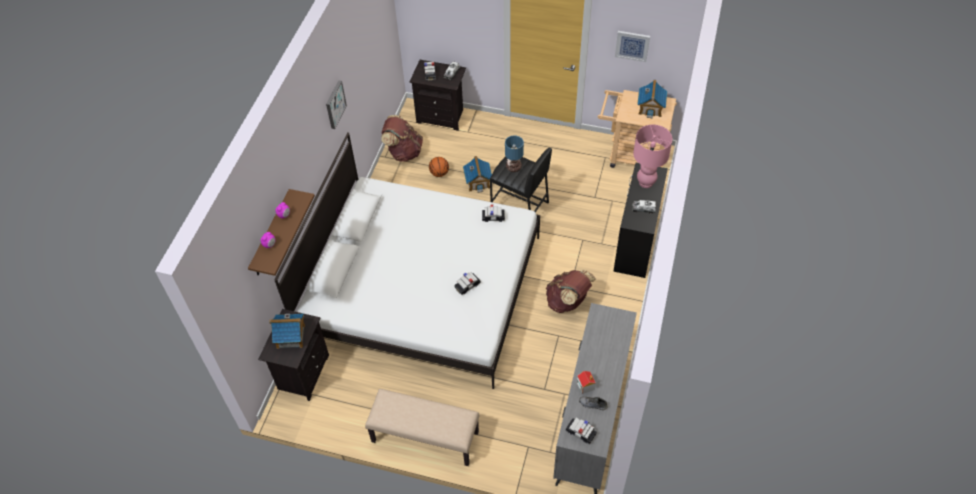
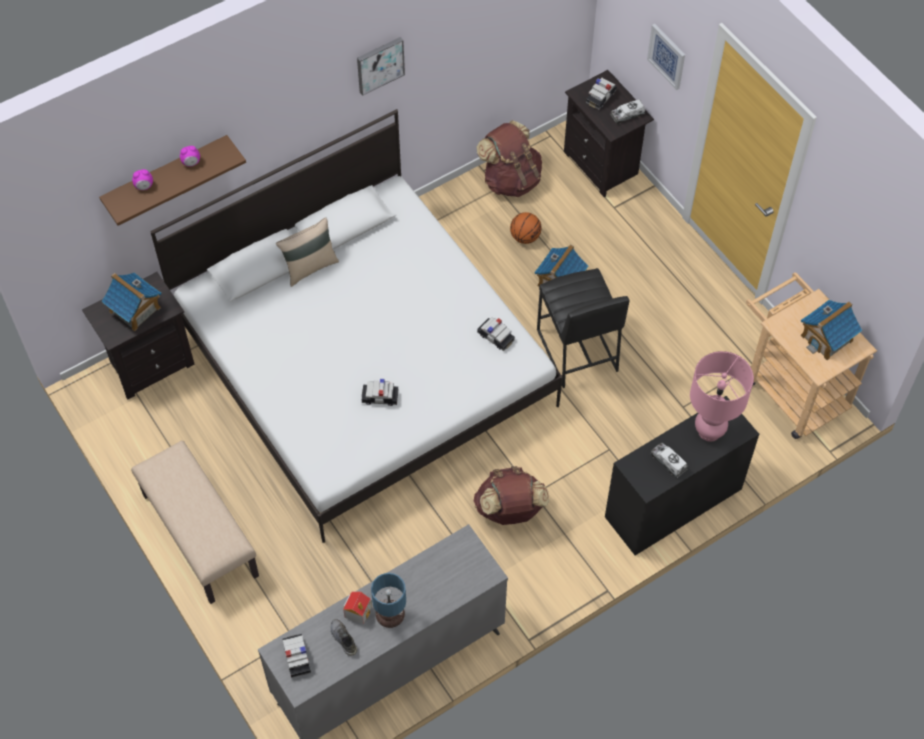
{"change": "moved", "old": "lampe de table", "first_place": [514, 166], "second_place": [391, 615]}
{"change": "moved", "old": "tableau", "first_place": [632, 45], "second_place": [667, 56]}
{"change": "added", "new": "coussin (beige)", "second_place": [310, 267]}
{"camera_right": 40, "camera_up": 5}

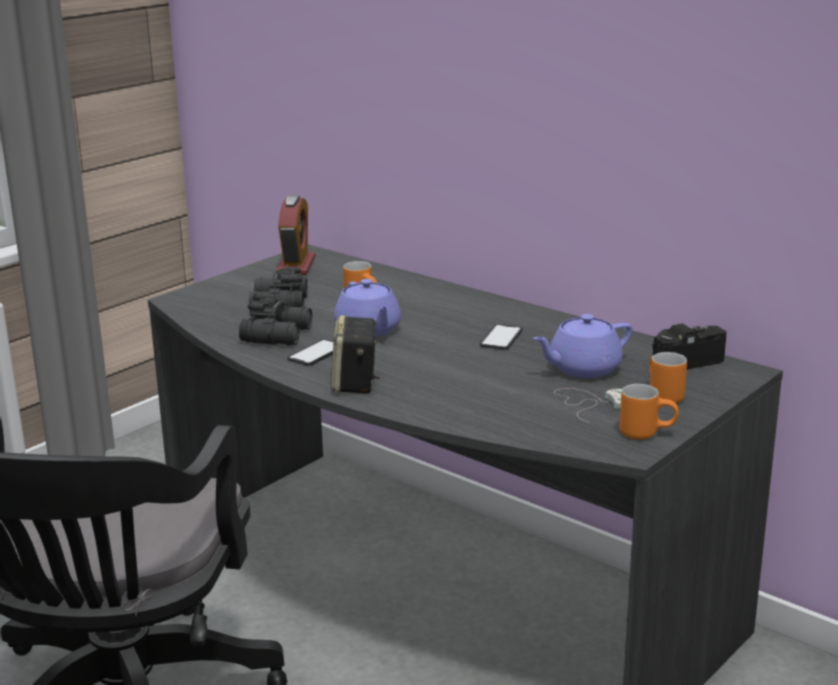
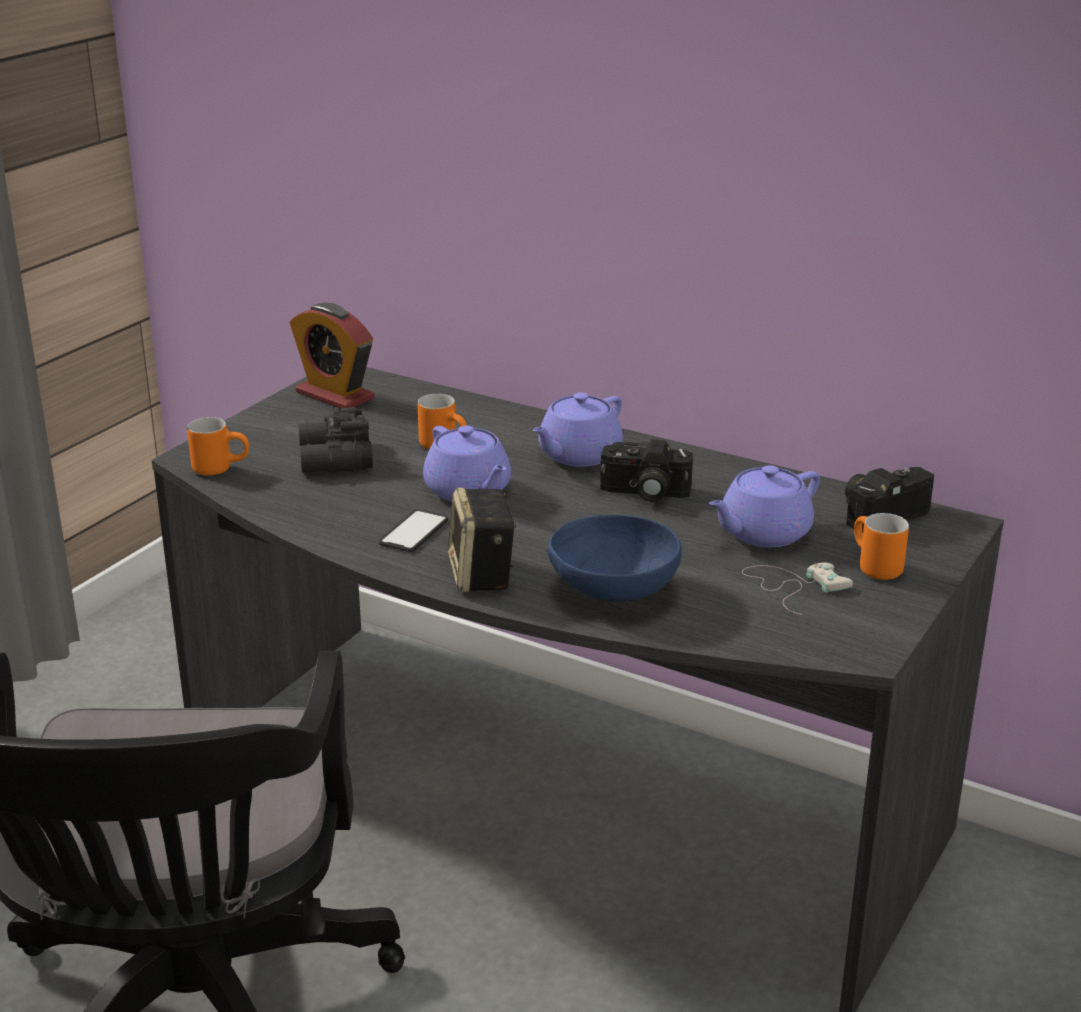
{"change": "removed", "old": "jumelles (noir)", "first_place": [279, 334]}
{"change": "turned", "old": "réveil", "first_place": [296, 266], "second_place": [335, 395], "degrees": 135}
{"change": "replaced", "old": "téléphone", "new": "appareil photo", "first_place": [501, 338], "second_place": [644, 493]}
{"change": "moved", "old": "mug (orange)", "first_place": [647, 433], "second_place": [221, 468]}
{"change": "added", "new": "théière (violet)", "second_place": [578, 455]}
{"change": "added", "new": "bol (bleu)", "second_place": [613, 592]}
{"camera_right": -10, "camera_up": 5}

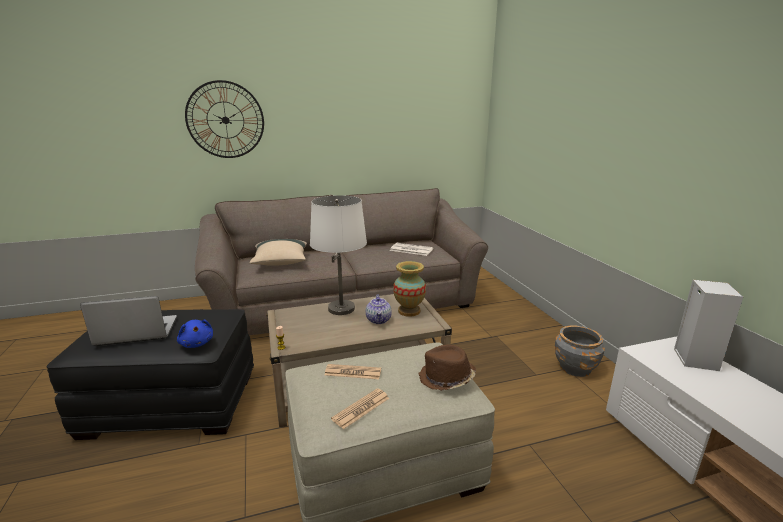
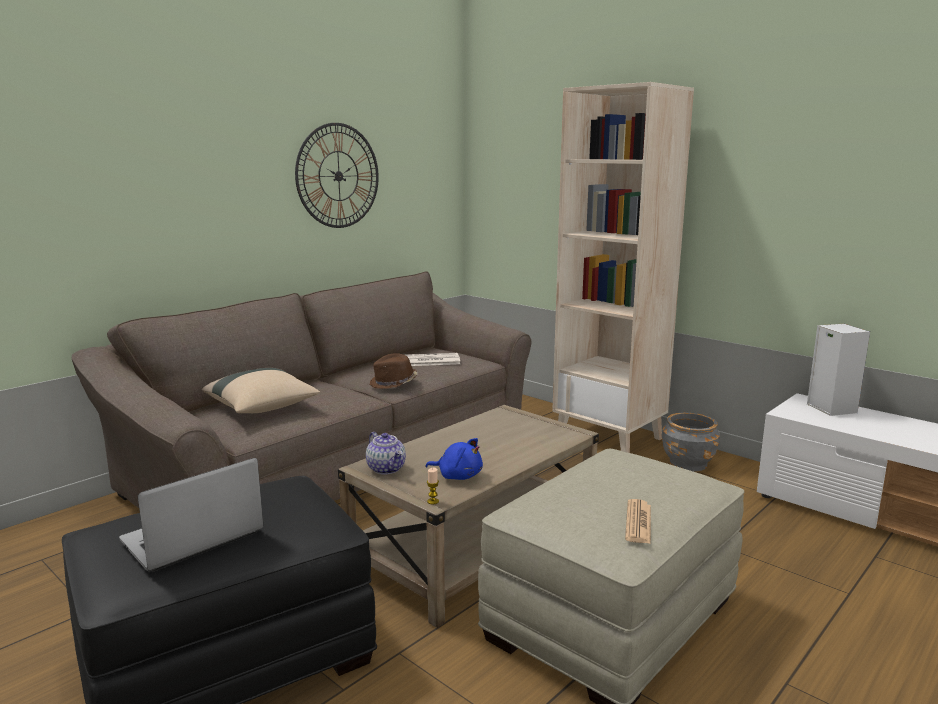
{"change": "moved", "old": "peluche (bleu)", "first_place": [197, 343], "second_place": [458, 476]}
{"change": "moved", "old": "horloge murale", "first_place": [225, 120], "second_place": [338, 176]}
{"change": "removed", "old": "lampe de table (blanc)", "first_place": [341, 309]}
{"change": "removed", "old": "journal", "first_place": [353, 372]}
{"change": "moved", "old": "théière", "first_place": [379, 320], "second_place": [387, 469]}
{"change": "removed", "old": "vase", "first_place": [409, 311]}
{"change": "moved", "old": "chapeau (marron)", "first_place": [446, 378], "second_place": [393, 383]}
{"change": "added", "new": "bibliothèque (beige)", "second_place": [609, 437]}
{"camera_right": -30, "camera_up": -5}

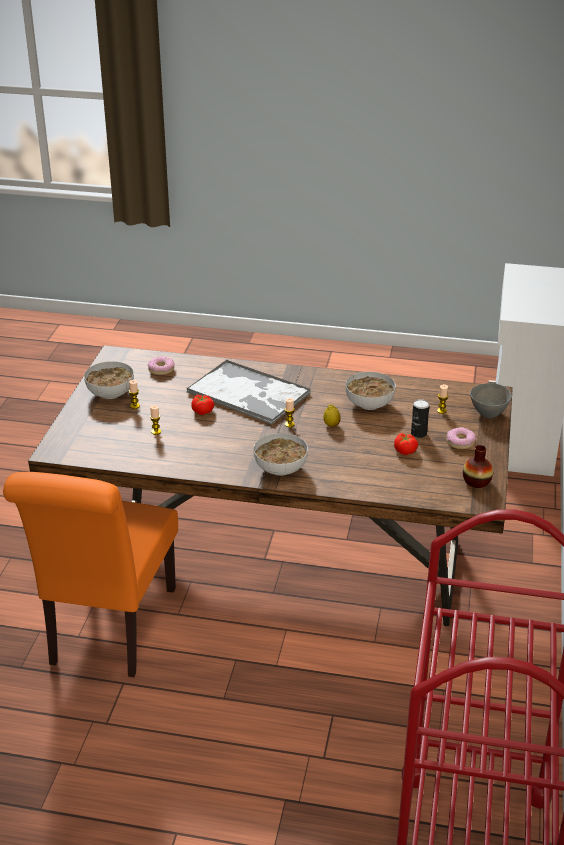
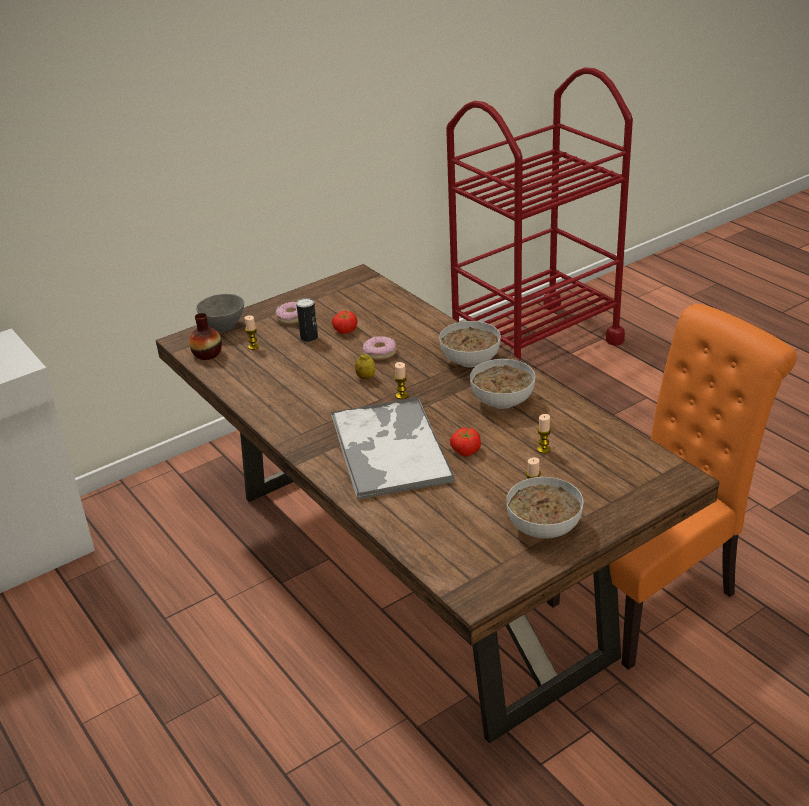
{"change": "moved", "old": "beignet", "first_place": [161, 369], "second_place": [380, 353]}
{"change": "moved", "old": "bol", "first_place": [369, 404], "second_place": [502, 401]}
{"change": "moved", "old": "vase", "first_place": [476, 482], "second_place": [207, 354]}
{"camera_right": -135, "camera_up": 0}

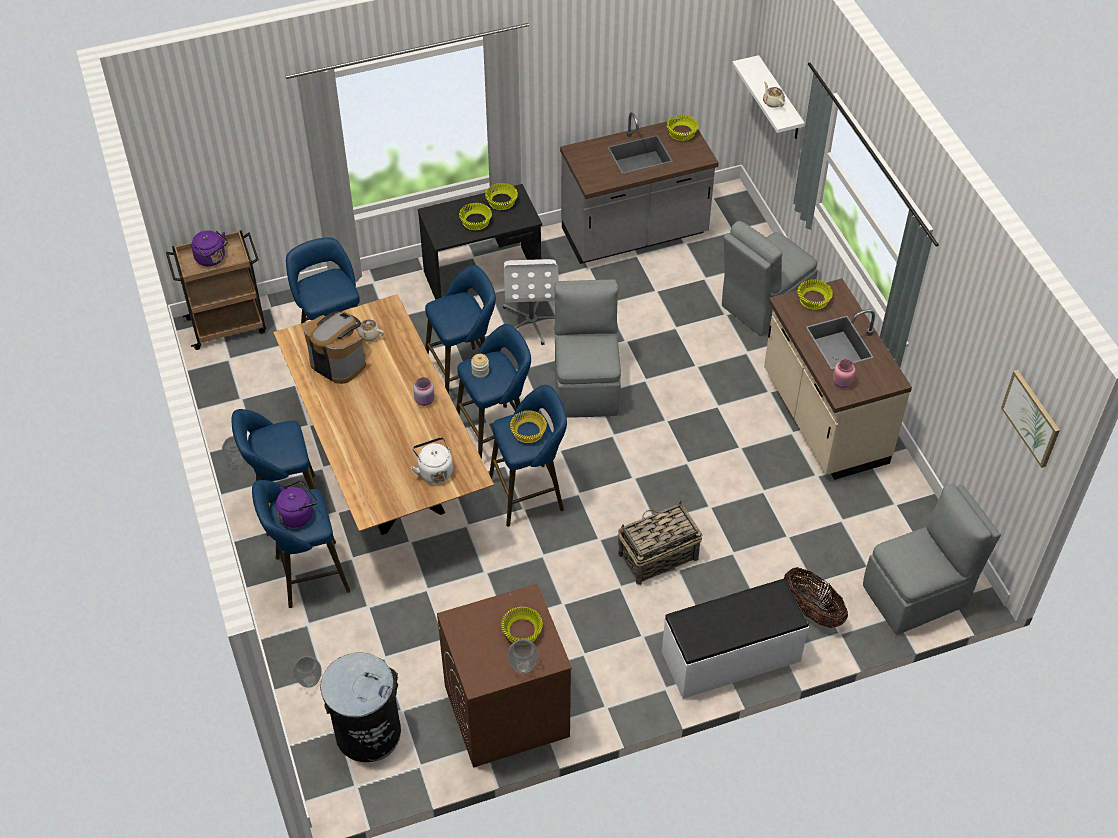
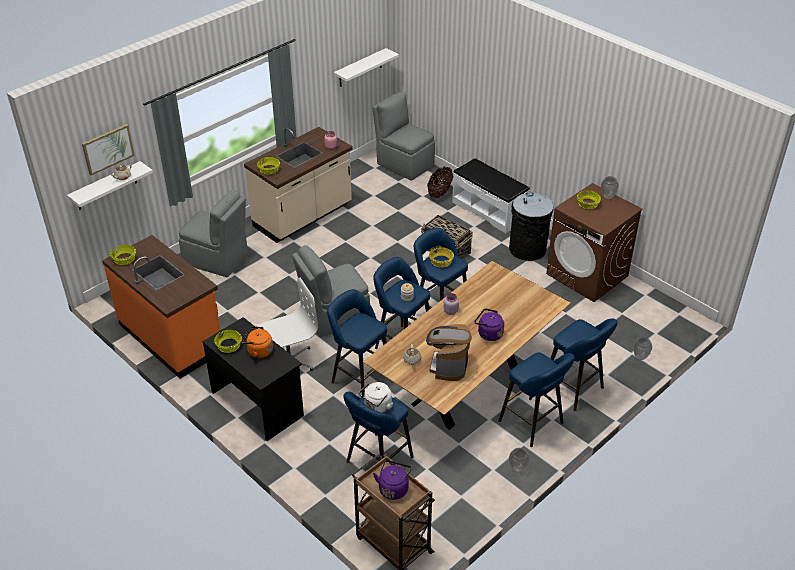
{"change": "moved", "old": "bouilloire (violet)", "first_place": [298, 514], "second_place": [488, 334]}
{"change": "moved", "old": "poubelle (noir)", "first_place": [367, 732], "second_place": [527, 249]}
{"change": "moved", "old": "bouilloire (blanc)", "first_place": [434, 470], "second_place": [377, 407]}
{"change": "replaced", "old": "bol (jaune)", "new": "bouilloire (orange)", "first_place": [476, 221], "second_place": [258, 351]}
{"change": "recoloured", "old": "comptoir de cuisine (gris)", "new": "comptoir de cuisine (orange)", "first_place": [635, 234], "second_place": [172, 337]}
{"change": "moved", "old": "tableau", "first_place": [1031, 418], "second_place": [108, 149]}
{"change": "added", "new": "étagère (blanc)", "second_place": [360, 68]}
{"camera_right": -115, "camera_up": -10}

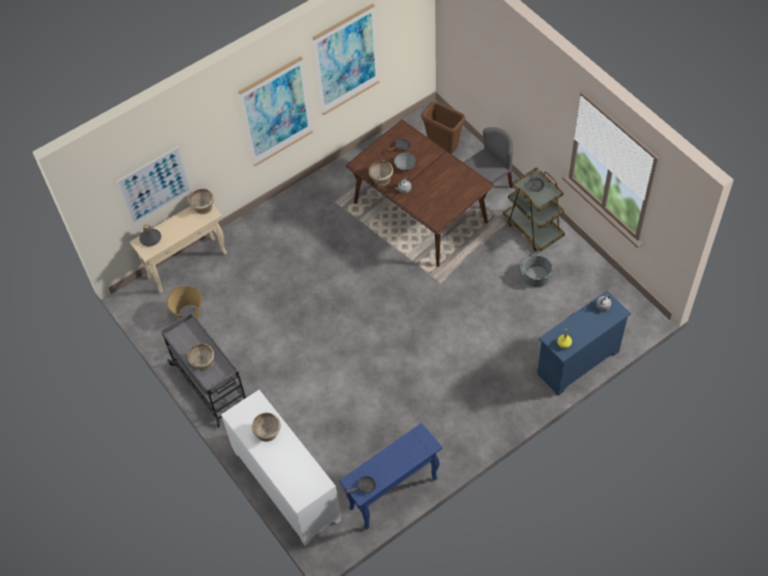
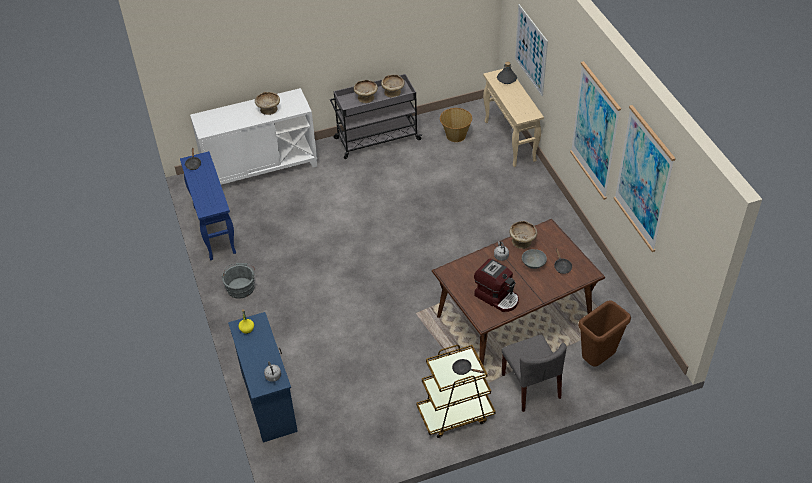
{"change": "moved", "old": "bol (beige)", "first_place": [203, 207], "second_place": [393, 92]}
{"change": "moved", "old": "seau (gris)", "first_place": [535, 276], "second_place": [241, 286]}
{"change": "added", "new": "machine à café", "second_place": [497, 297]}
{"camera_right": 105, "camera_up": -10}

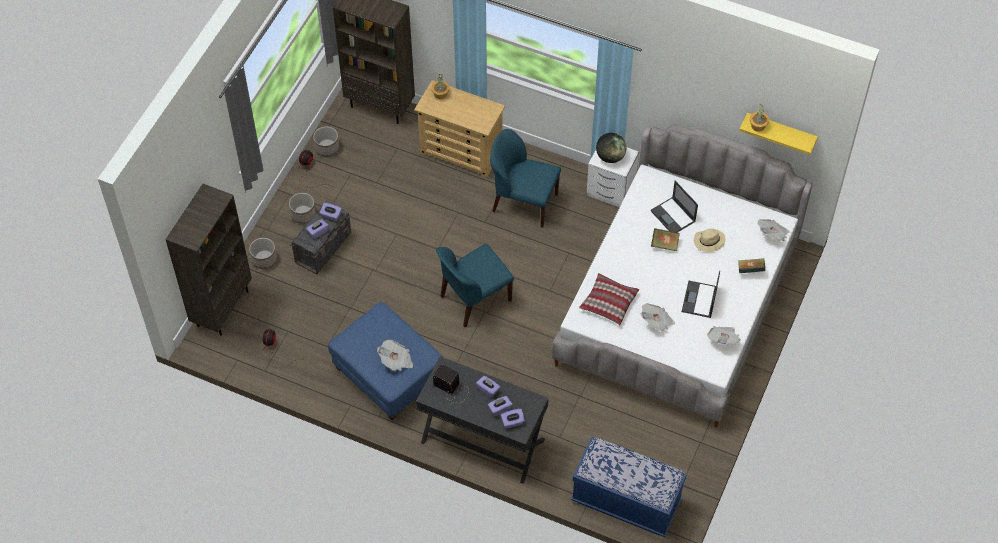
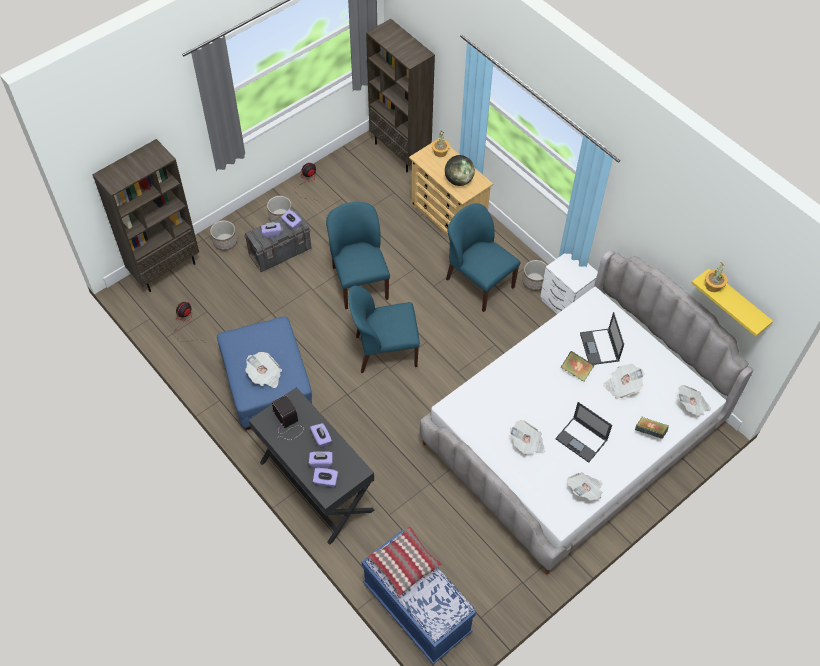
{"change": "moved", "old": "cache-pot", "first_place": [327, 148], "second_place": [534, 282]}
{"change": "moved", "old": "coussin", "first_place": [608, 303], "second_place": [404, 563]}
{"change": "moved", "old": "globe", "first_place": [610, 157], "second_place": [458, 180]}
{"change": "turned", "old": "ordinateur portable", "first_place": [699, 300], "second_place": [582, 440], "degrees": -90}
{"change": "replaced", "old": "chapeau (beige)", "new": "journal", "first_place": [708, 241], "second_place": [622, 386]}
{"change": "added", "new": "chaise (bleu)", "second_place": [359, 282]}
{"camera_right": 25, "camera_up": 0}

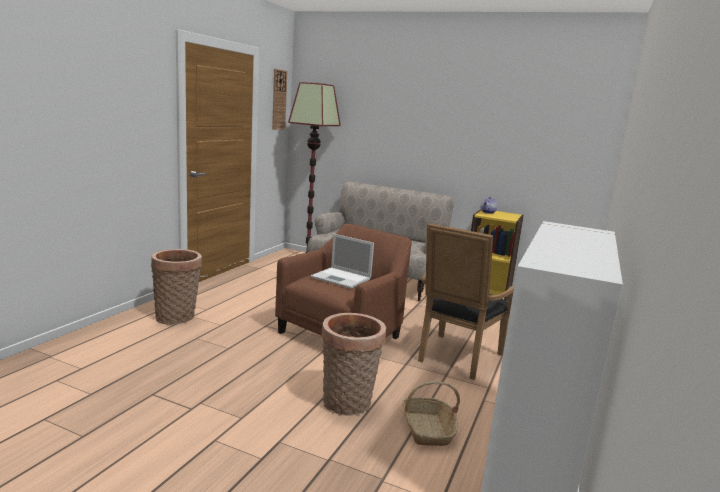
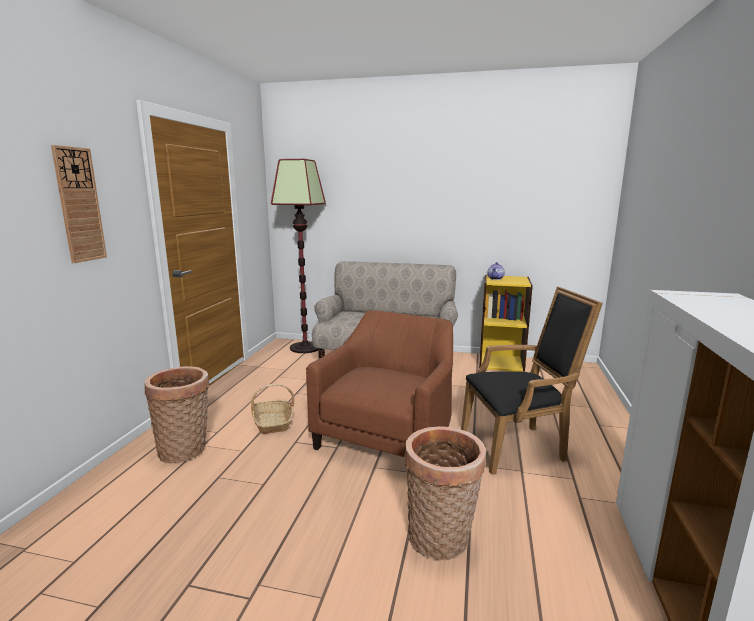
{"change": "moved", "old": "horloge murale", "first_place": [279, 100], "second_place": [79, 205]}
{"change": "removed", "old": "ordinateur portable", "first_place": [342, 278]}
{"change": "moved", "old": "panier", "first_place": [427, 429], "second_place": [273, 423]}
{"change": "turned", "old": "fauteuil (noir)", "first_place": [456, 358], "second_place": [518, 446], "degrees": -120}
{"camera_right": -10, "camera_up": 0}

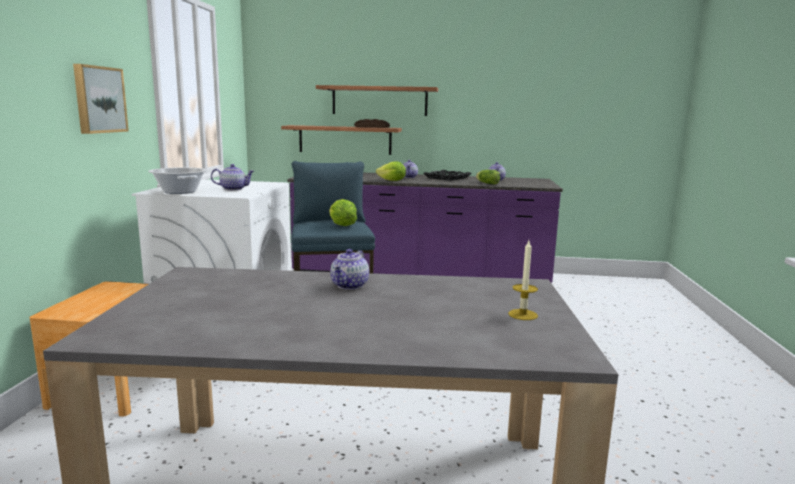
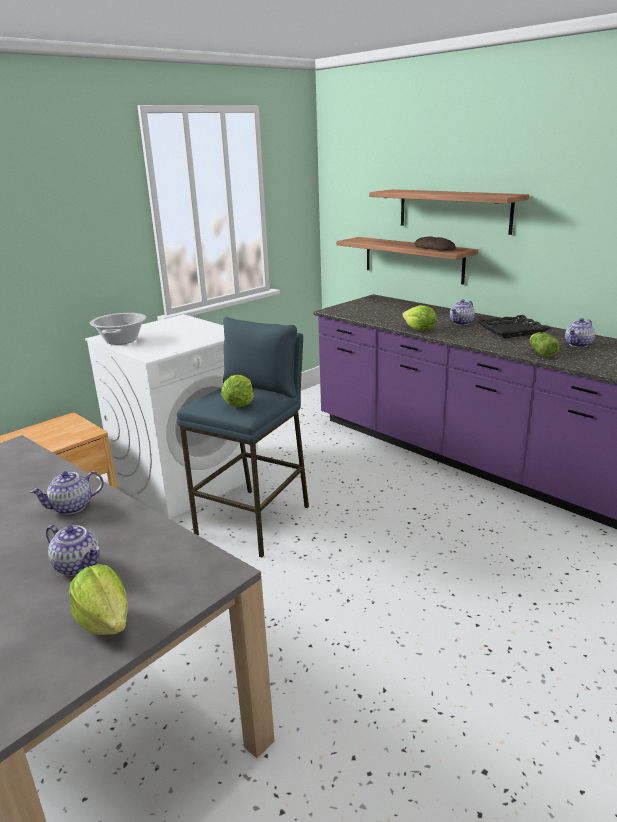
{"change": "removed", "old": "tableau", "first_place": [99, 99]}
{"change": "moved", "old": "théière", "first_place": [233, 189], "second_place": [78, 565]}
{"change": "replaced", "old": "bougie", "new": "laitue", "first_place": [522, 314], "second_place": [105, 620]}
{"camera_right": 40, "camera_up": 10}

